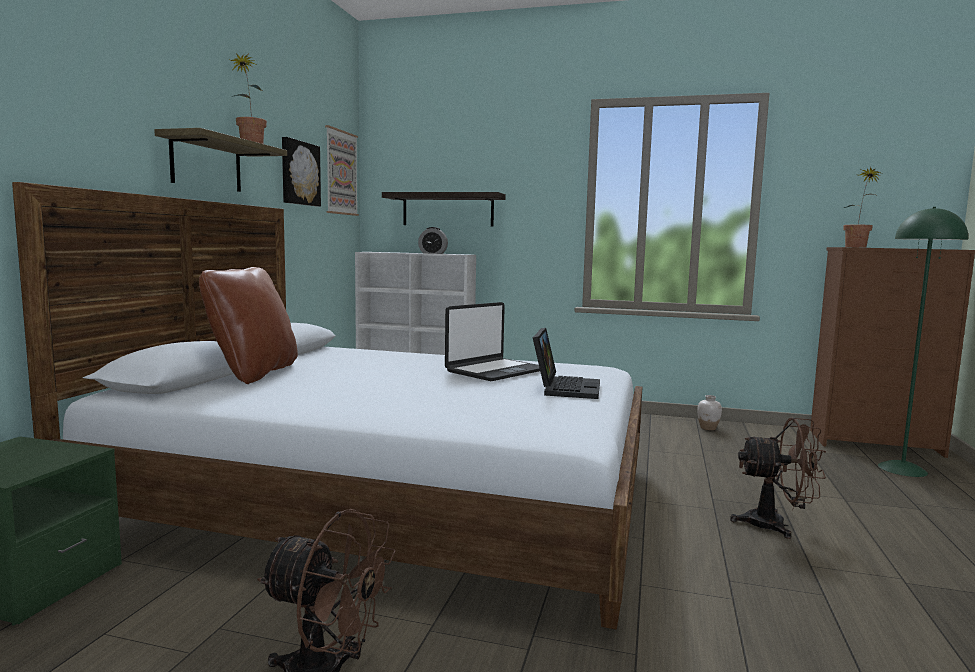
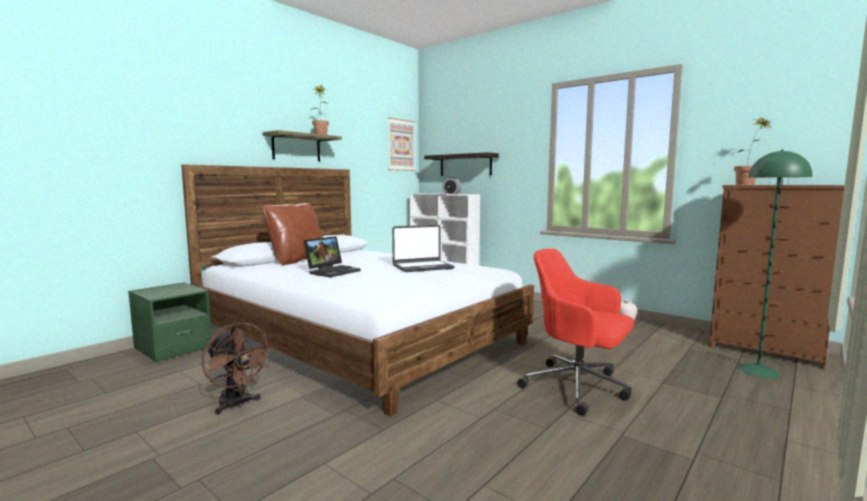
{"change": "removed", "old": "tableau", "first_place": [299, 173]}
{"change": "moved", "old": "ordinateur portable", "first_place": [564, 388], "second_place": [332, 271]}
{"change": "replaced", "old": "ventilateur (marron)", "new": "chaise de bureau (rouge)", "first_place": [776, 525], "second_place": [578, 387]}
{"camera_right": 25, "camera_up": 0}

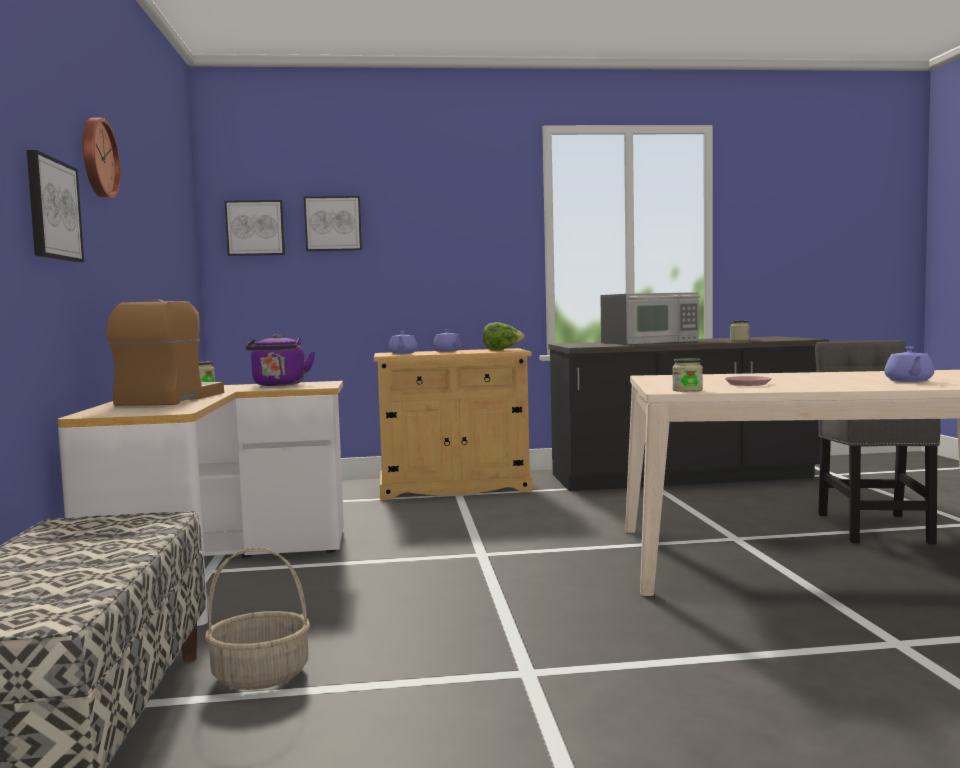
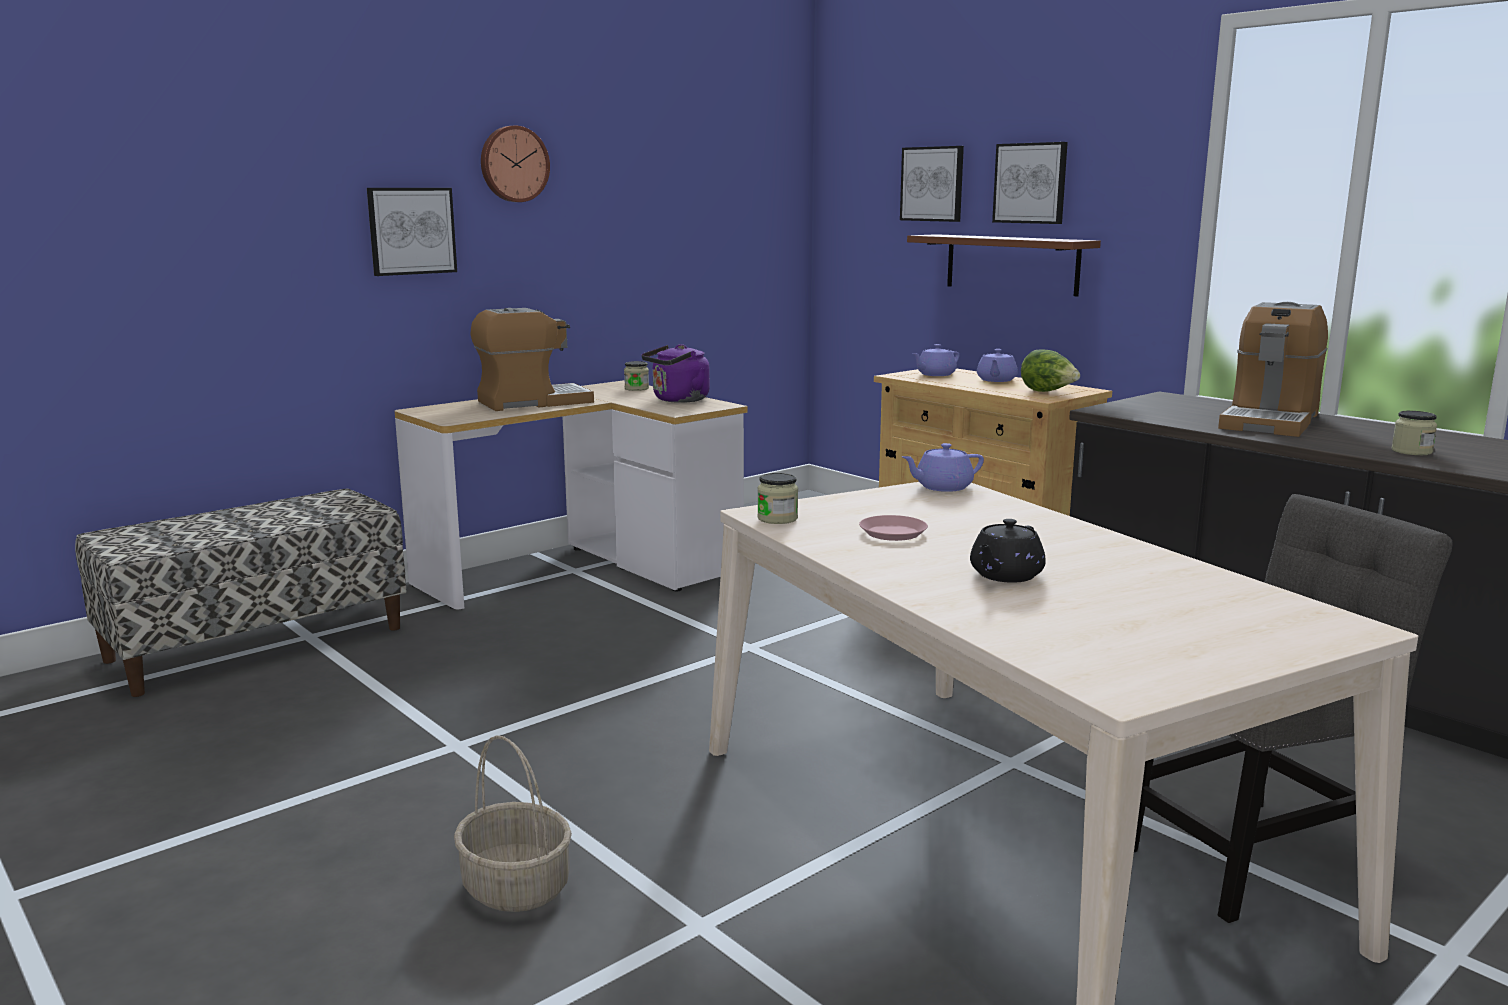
{"change": "moved", "old": "panier", "first_place": [259, 676], "second_place": [514, 887]}
{"change": "moved", "old": "tableau", "first_place": [255, 228], "second_place": [1030, 183]}
{"change": "replaced", "old": "micro-ondes", "new": "machine à café", "first_place": [651, 342], "second_place": [1270, 421]}
{"change": "moved", "old": "théière (violet)", "first_place": [909, 381], "second_place": [942, 487]}
{"change": "added", "new": "étagère (marron)", "second_place": [1011, 264]}
{"change": "added", "new": "théière (noir)", "second_place": [1005, 575]}
{"camera_right": 55, "camera_up": 10}

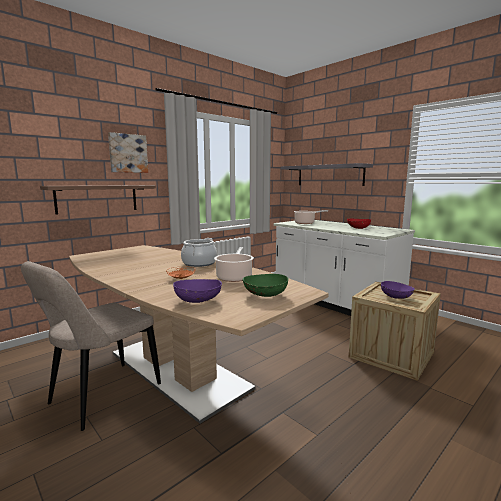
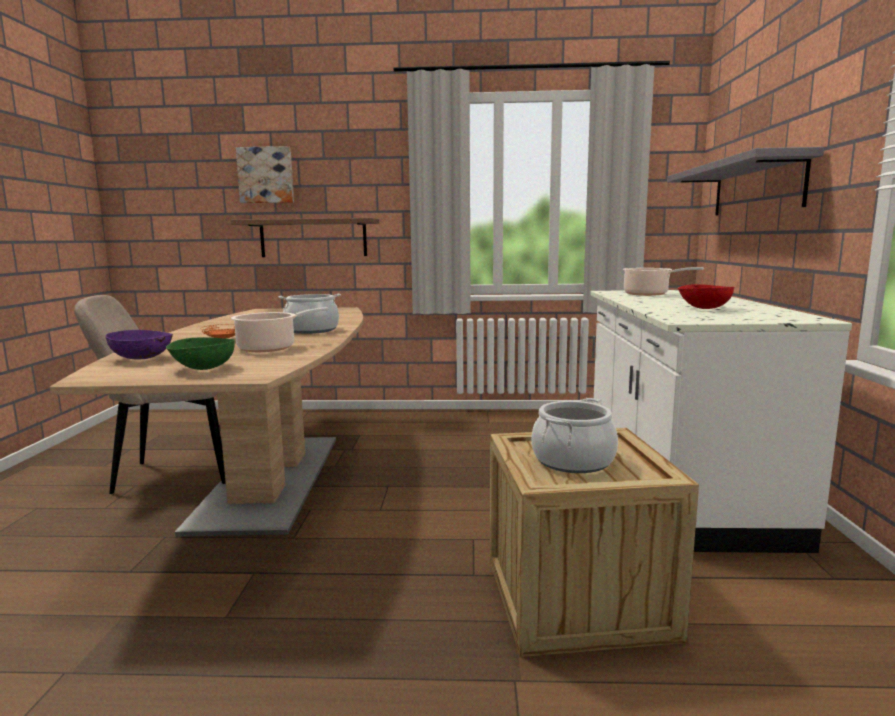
{"change": "moved", "old": "tableau", "first_place": [128, 153], "second_place": [266, 175]}
{"change": "replaced", "old": "bol (violet)", "new": "marmite", "first_place": [396, 297], "second_place": [573, 461]}
{"camera_right": 45, "camera_up": 0}

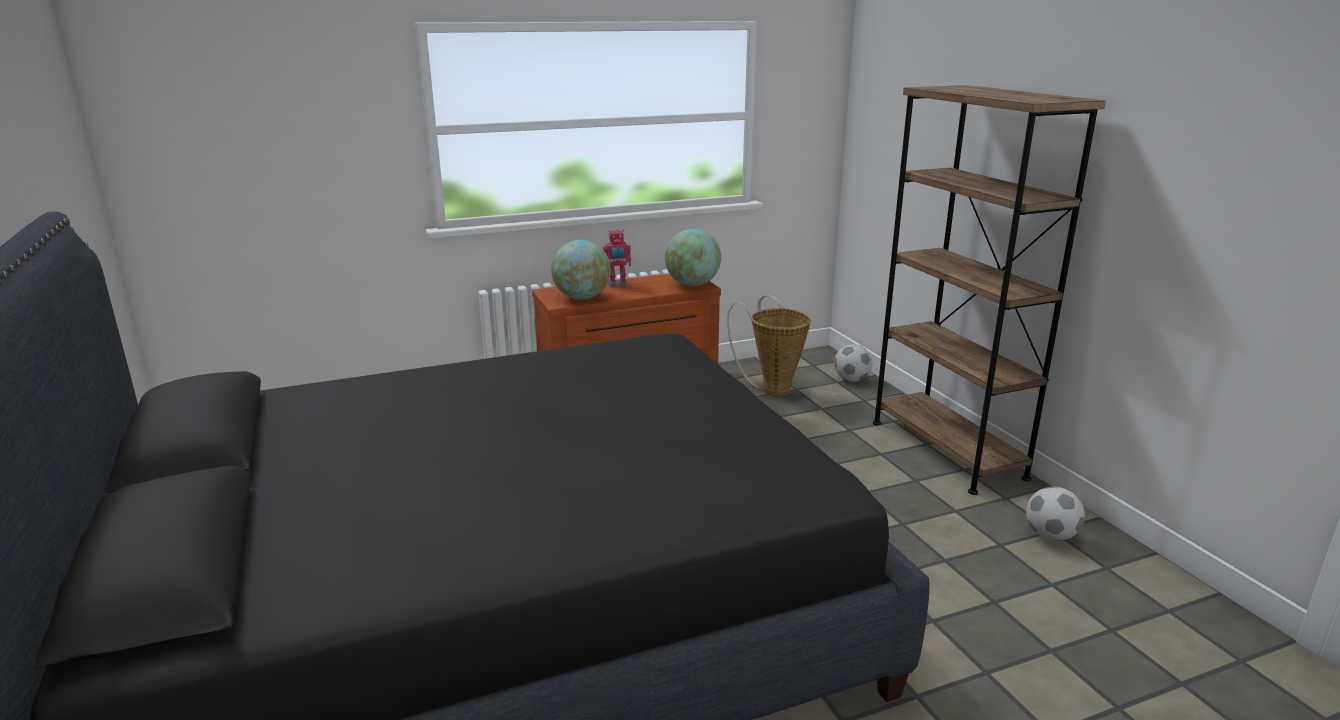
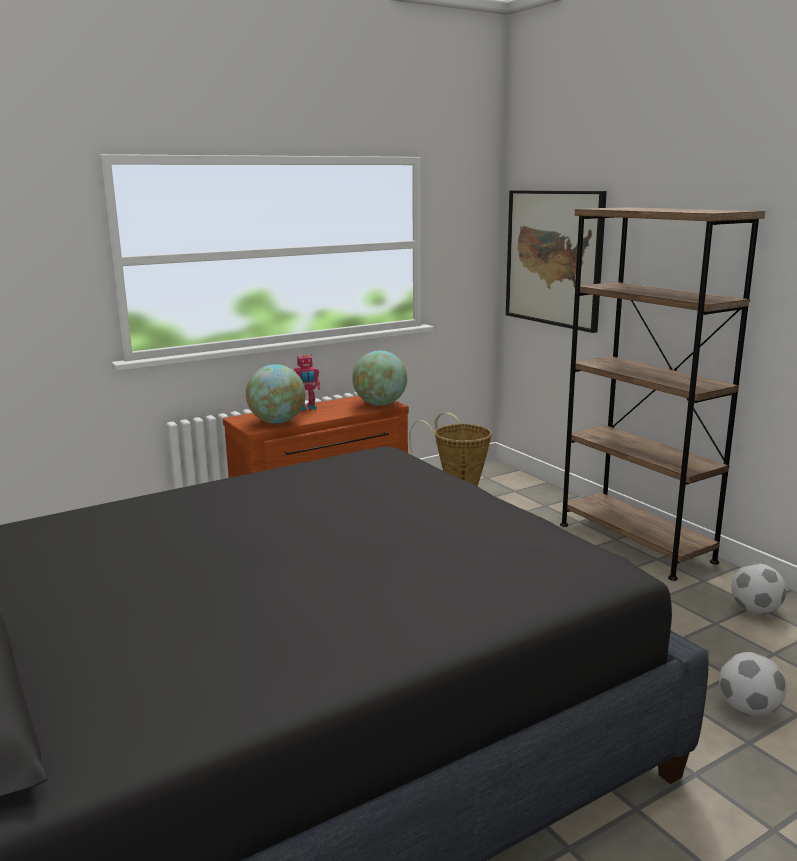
{"change": "moved", "old": "ballon de foot", "first_place": [851, 380], "second_place": [748, 709]}
{"change": "added", "new": "tableau", "second_place": [554, 258]}
{"camera_right": -10, "camera_up": -5}

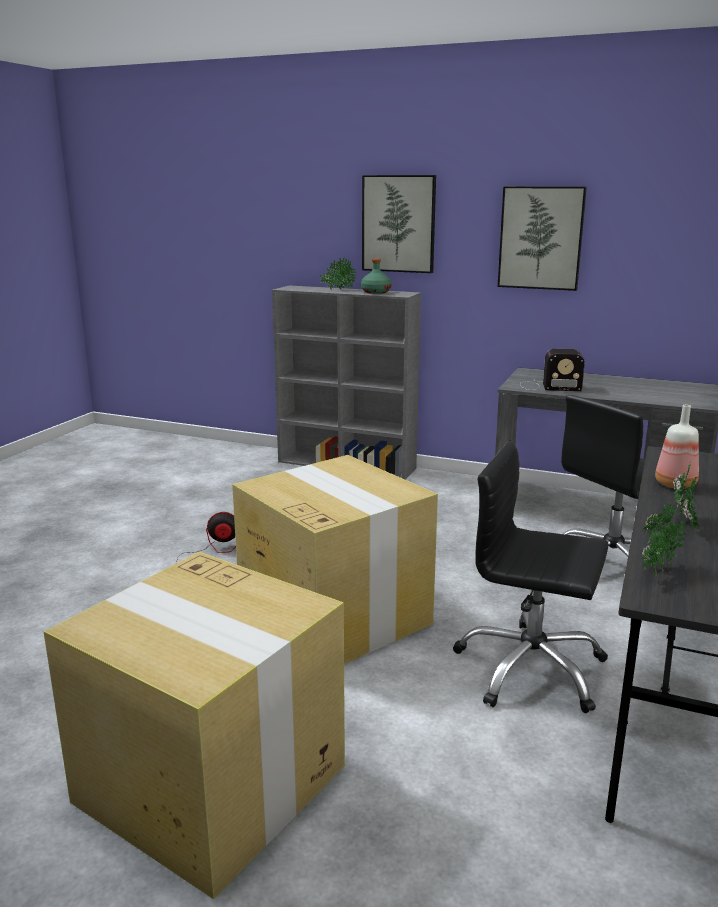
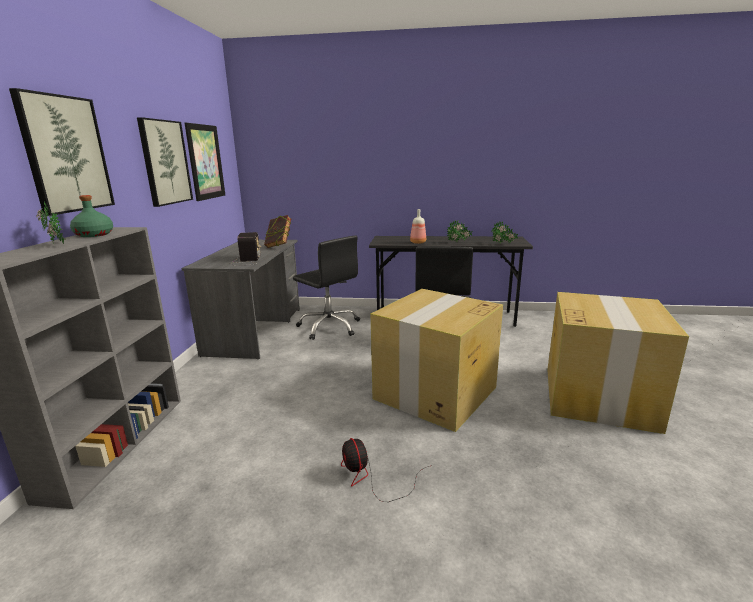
{"change": "added", "new": "tableau", "second_place": [205, 162]}
{"change": "added", "new": "livre", "second_place": [279, 246]}
{"camera_right": -105, "camera_up": 0}

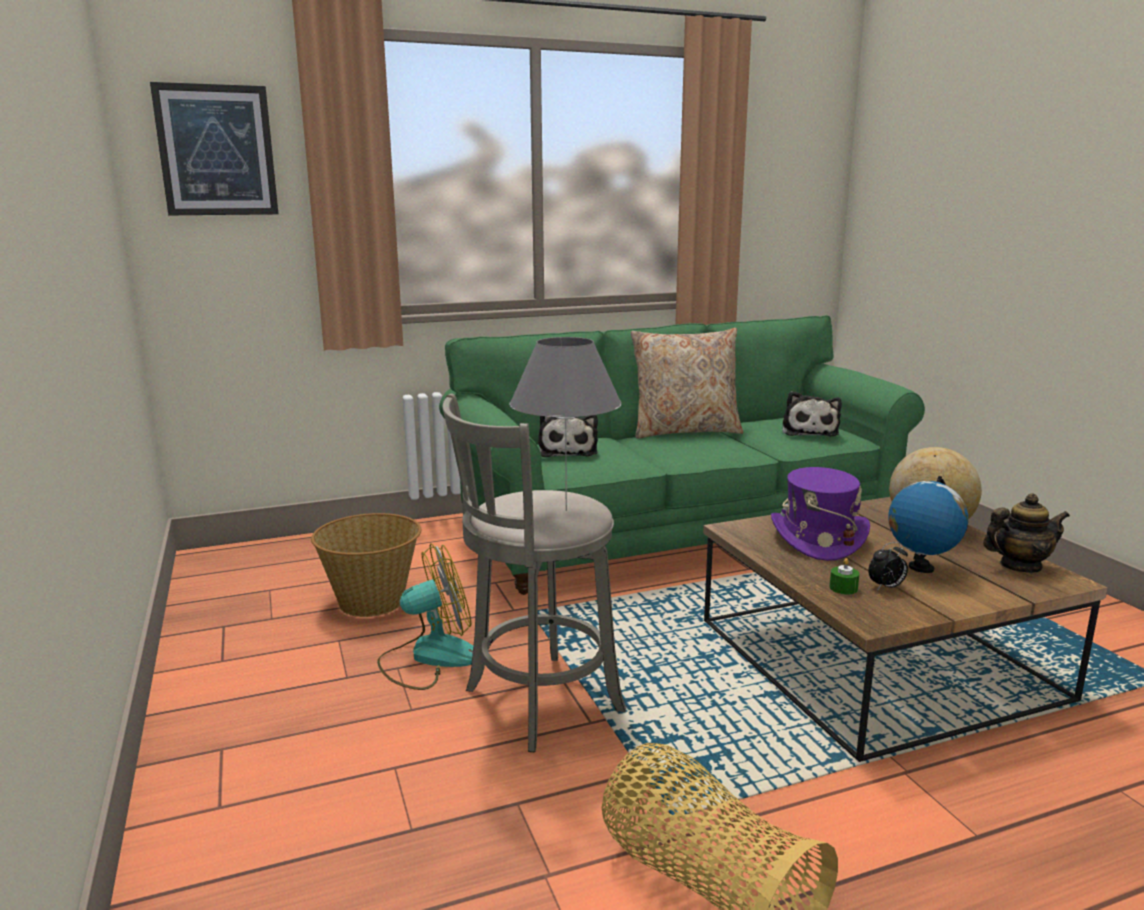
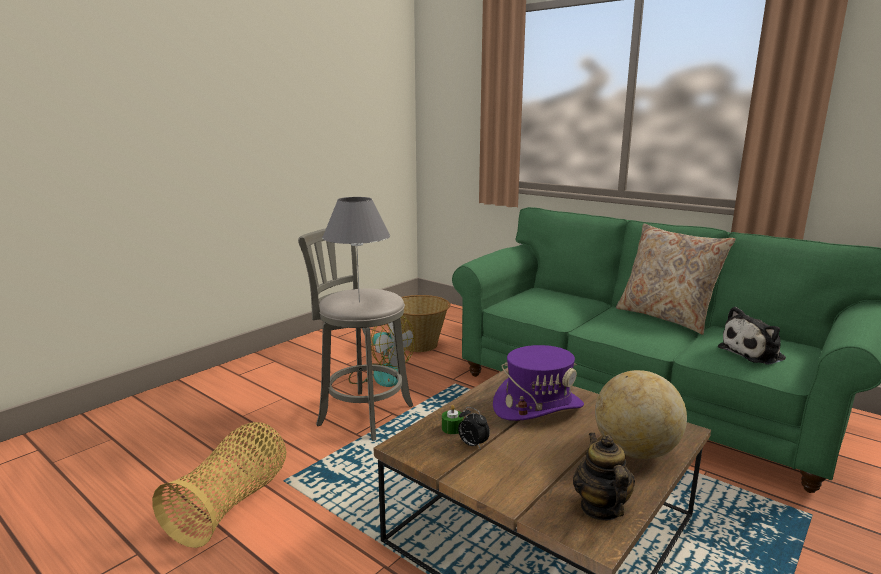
{"change": "removed", "old": "tableau", "first_place": [217, 151]}
{"change": "removed", "old": "peluche", "first_place": [568, 451]}
{"change": "removed", "old": "globe", "first_place": [920, 568]}
{"change": "turned", "old": "théière", "first_place": [1019, 566], "second_place": [600, 508], "degrees": -150}
{"camera_right": 60, "camera_up": 0}

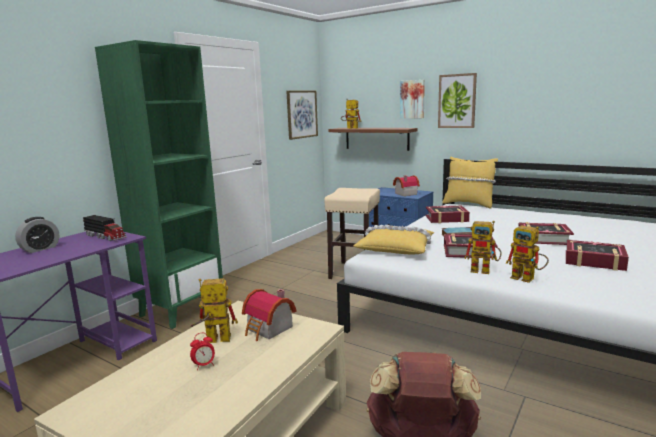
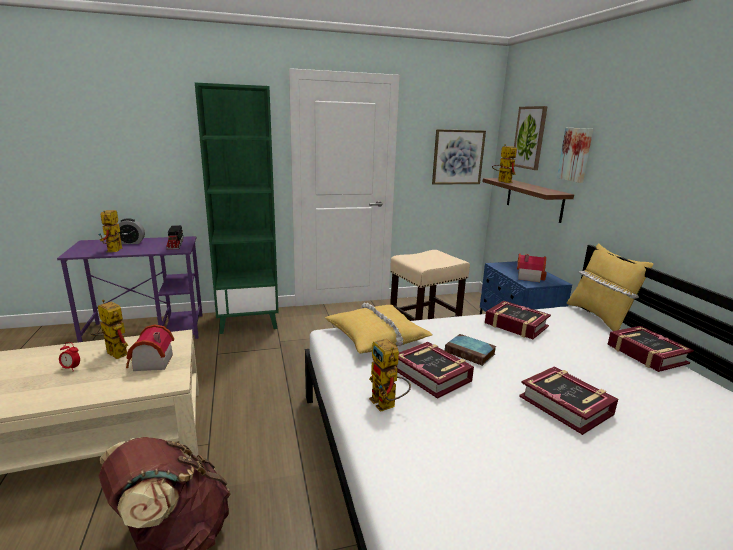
{"change": "moved", "old": "tableau", "first_place": [457, 101], "second_place": [529, 137]}
{"change": "moved", "old": "robot jouet", "first_place": [528, 278], "second_place": [114, 251]}
{"change": "moved", "old": "livre", "first_place": [594, 261], "second_place": [646, 354]}
{"camera_right": 40, "camera_up": 5}

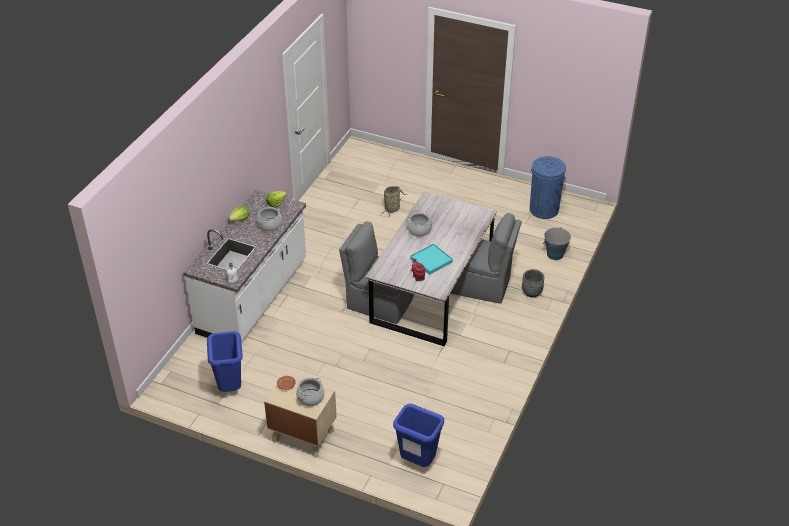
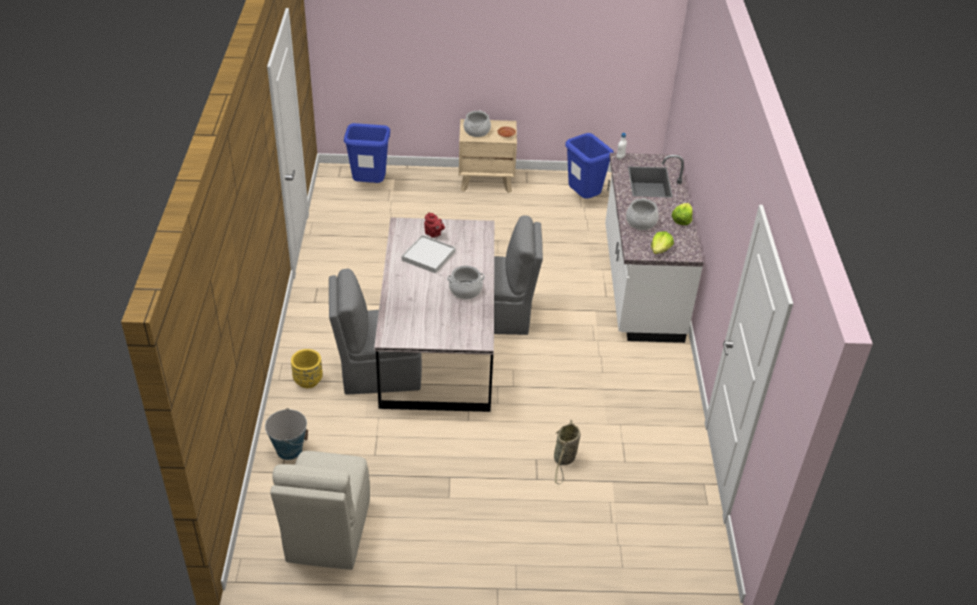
{"change": "recoloured", "old": "plateau (turquoise)", "new": "plateau (blanc)", "first_place": [431, 260], "second_place": [428, 256]}
{"change": "recoloured", "old": "cache-pot (gris)", "new": "cache-pot (jaune)", "first_place": [531, 292], "second_place": [308, 381]}
{"change": "replaced", "old": "poubelle (bleu)", "new": "chaise (beige)", "first_place": [544, 209], "second_place": [327, 533]}
{"camera_right": 155, "camera_up": 0}

